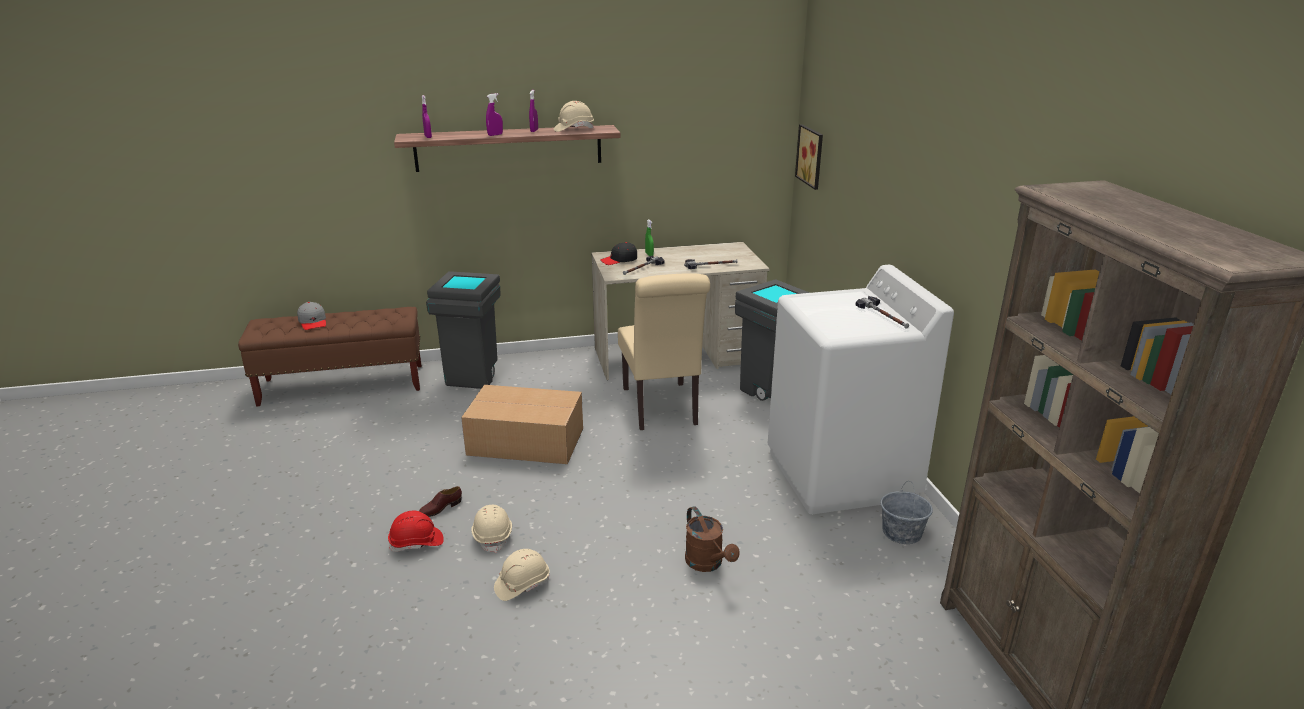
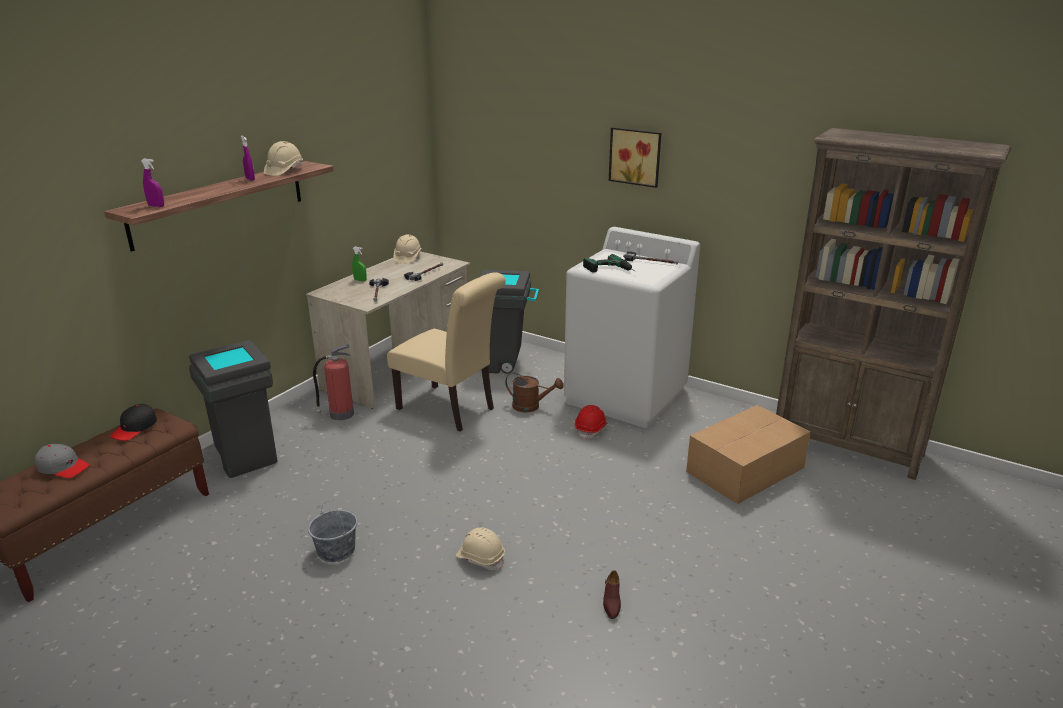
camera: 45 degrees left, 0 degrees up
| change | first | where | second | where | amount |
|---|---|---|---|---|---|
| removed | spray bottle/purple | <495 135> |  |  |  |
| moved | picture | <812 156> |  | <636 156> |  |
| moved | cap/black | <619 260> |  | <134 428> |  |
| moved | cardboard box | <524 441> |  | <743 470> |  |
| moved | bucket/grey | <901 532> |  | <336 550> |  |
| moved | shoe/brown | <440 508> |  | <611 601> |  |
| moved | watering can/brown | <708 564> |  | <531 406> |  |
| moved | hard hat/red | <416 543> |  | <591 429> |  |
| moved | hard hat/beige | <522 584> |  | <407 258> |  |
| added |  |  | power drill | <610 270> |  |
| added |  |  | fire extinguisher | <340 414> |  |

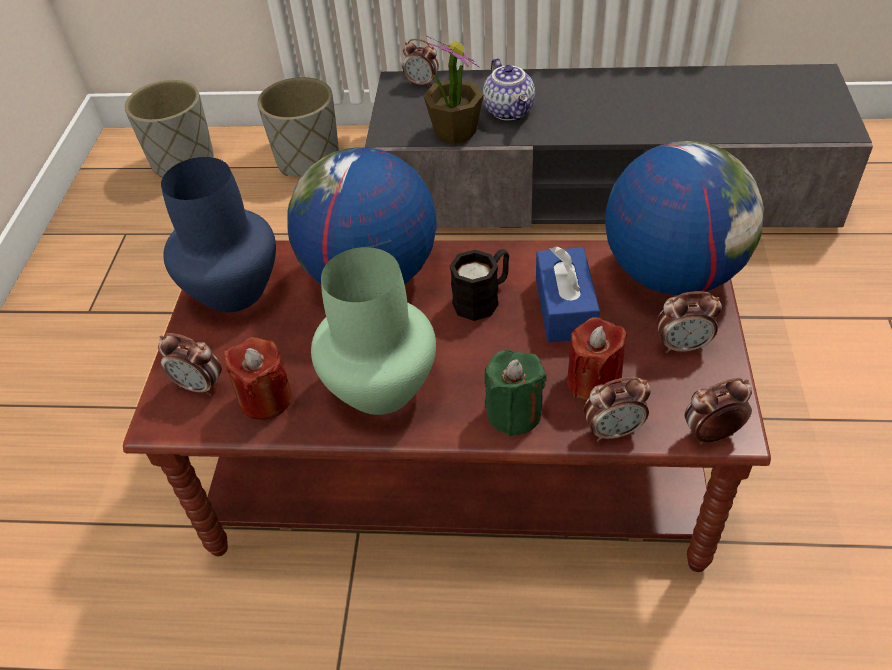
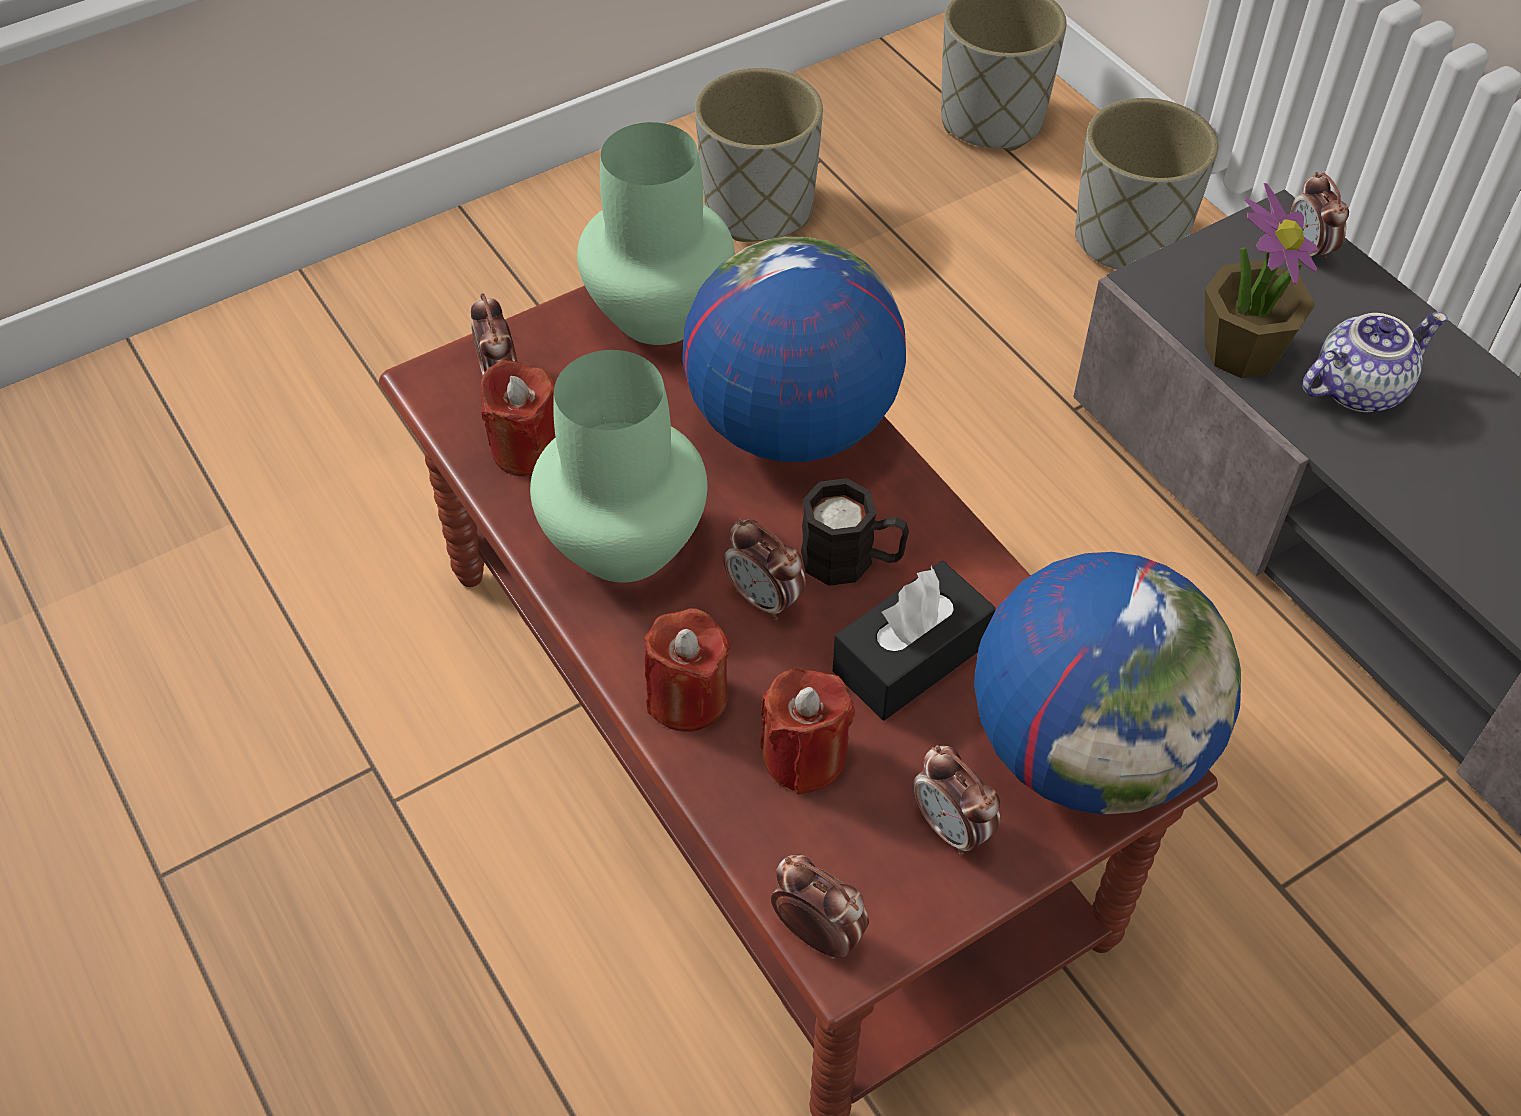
camera: 50 degrees right, 5 degrees up
| change | first | where | second | where | amount |
|---|---|---|---|---|---|
| turned | teapot | <510 111> |  | <1358 387> | 150 degrees counterclockwise |
| recoloured | vase/blue | <233 292> | vase/green | <657 315> |  |
| recoloured | tissue box/blue | <565 308> | tissue box/black | <911 657> |  |
| recoloured | candle/green | <514 413> | candle/red | <687 698> |  |
| moved | alarm clock | <613 431> |  | <765 599> |  |
| added |  |  | planter/grey | <760 209> |  |

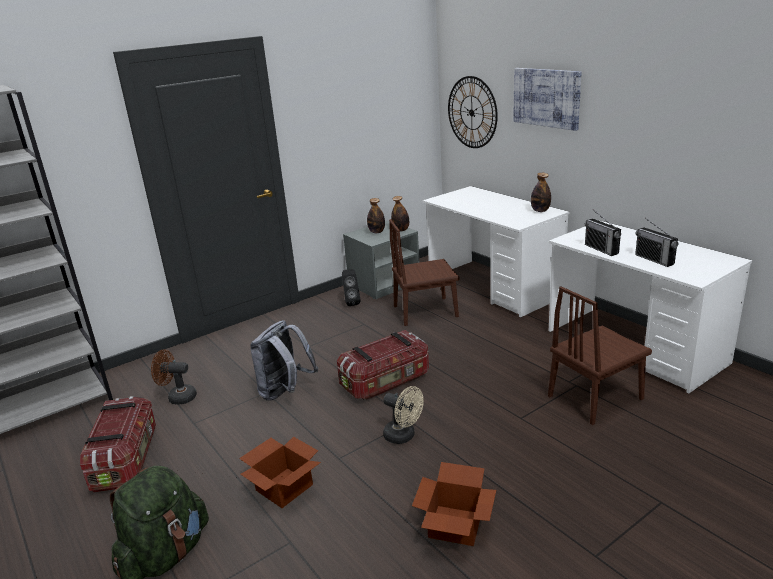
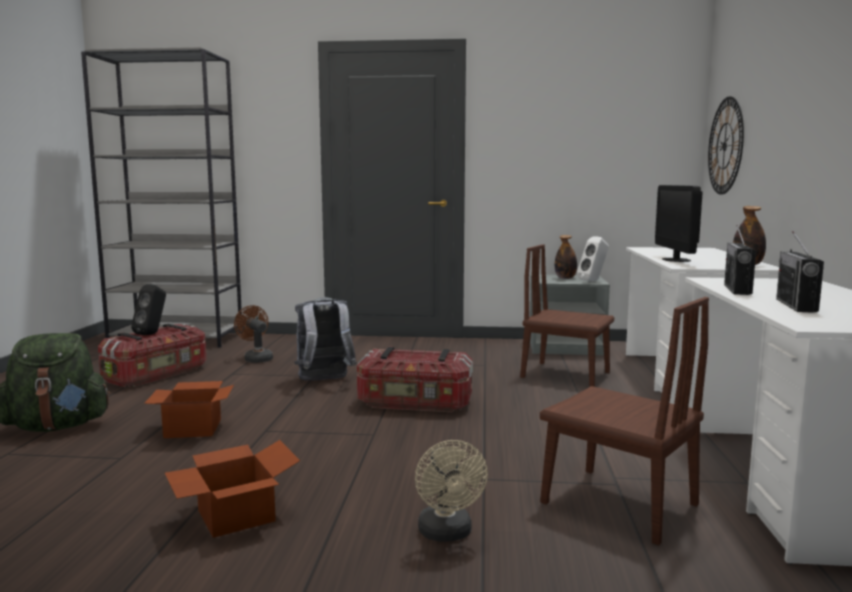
camera: 40 degrees right, 15 degrees down
| change | first | where | second | where | amount |
|---|---|---|---|---|---|
| removed | picture | <546 97> |  |  |  |
| replaced | bottle | <401 230> | speaker/white | <593 281> |  |
| moved | speaker/black | <351 302> |  | <152 334> |  |
| turned | chair/brown | <595 397> |  | <618 503> | 150 degrees counterclockwise |
| moved | fan/beige | <403 436> |  | <447 534> |  |
| added |  |  | monitor | <676 260> |  |

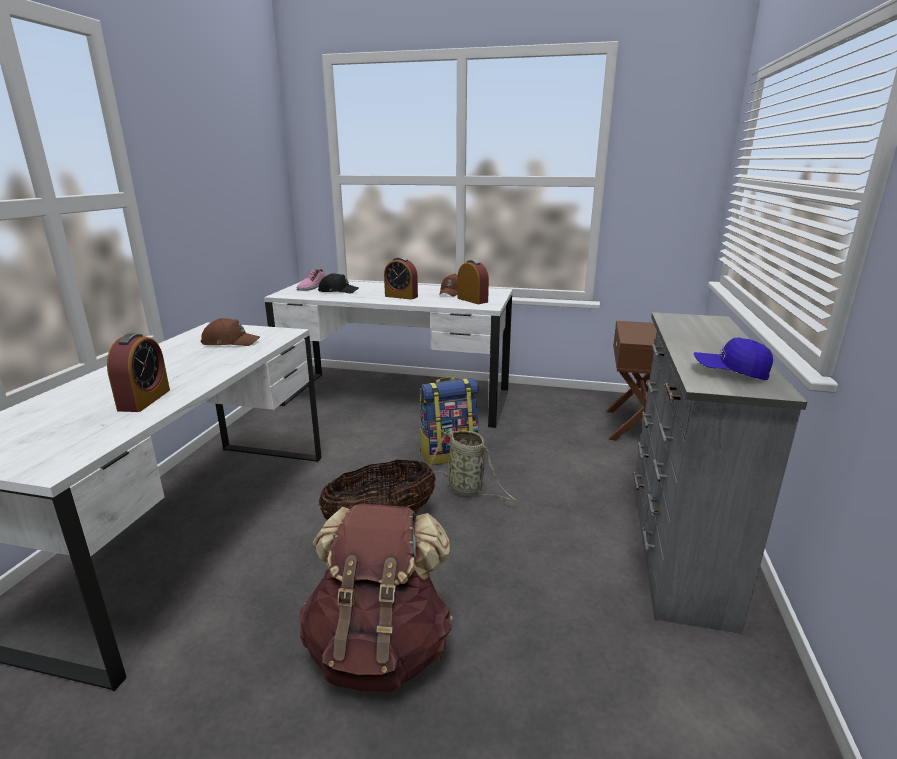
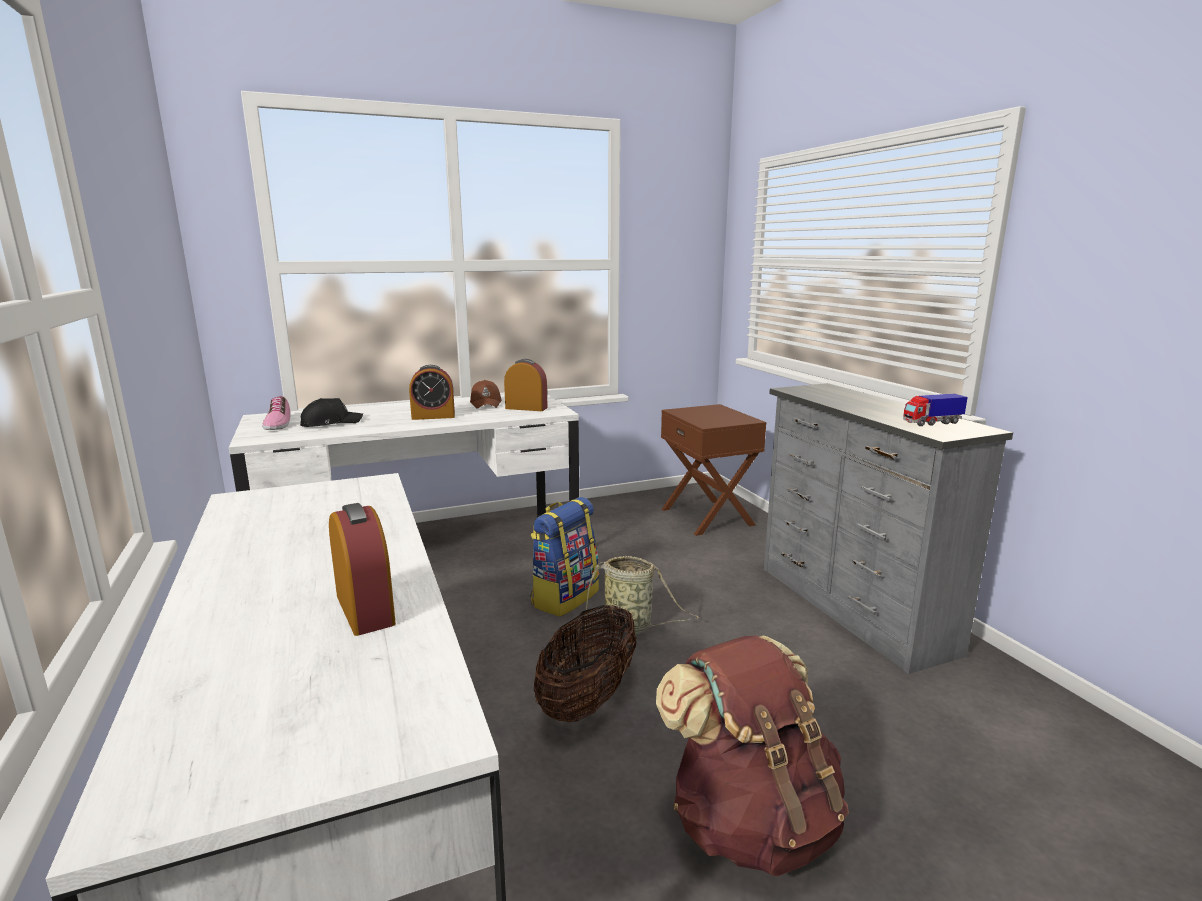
camera: 35 degrees left, 5 degrees down
| change | first | where | second | where | amount |
|---|---|---|---|---|---|
| removed | cap/brown | <230 342> |  |  |  |
| replaced | cap/blue | <730 372> | toy truck | <931 423> |  |

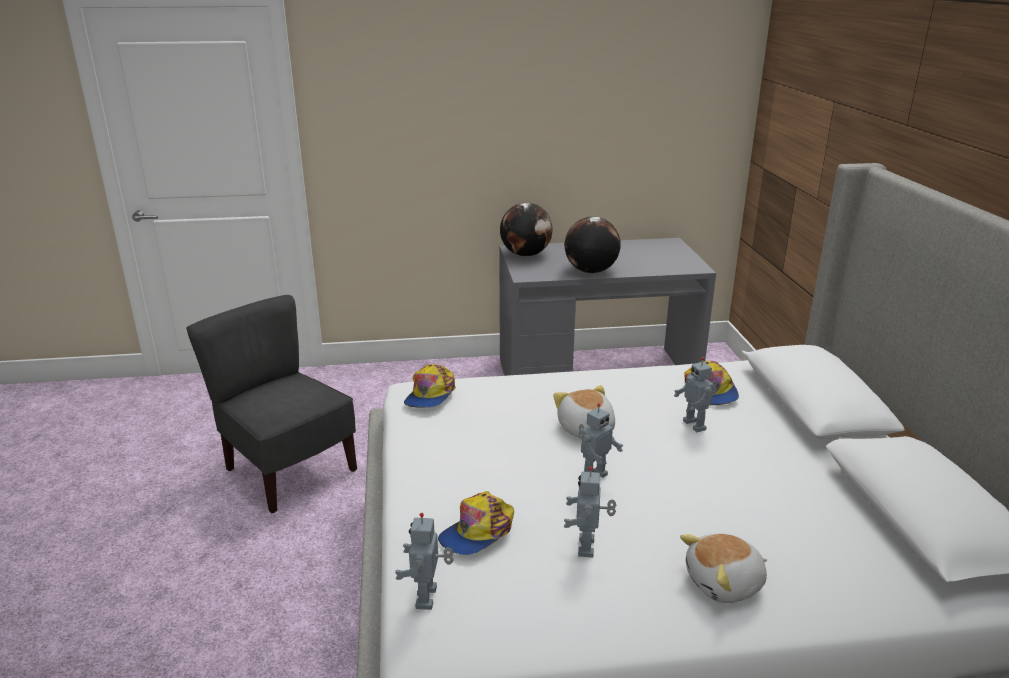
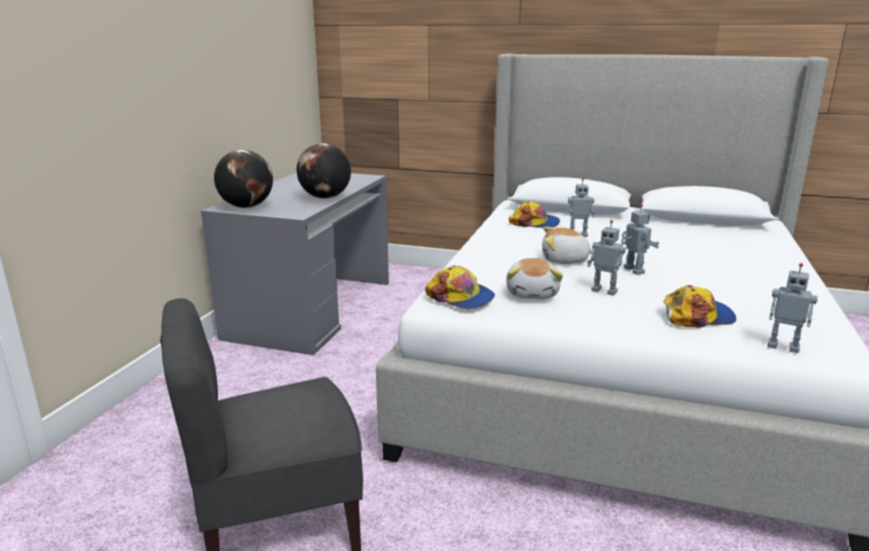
camera: 65 degrees left, 5 degrees down
| change | first | where | second | where | amount |
|---|---|---|---|---|---|
| moved | toy robot | <588 547> |  | <604 291> |  |
| turned | cap | <477 532> |  | <697 316> | 75 degrees counterclockwise |
| moved | plush toy | <725 584> |  | <533 293> |  |

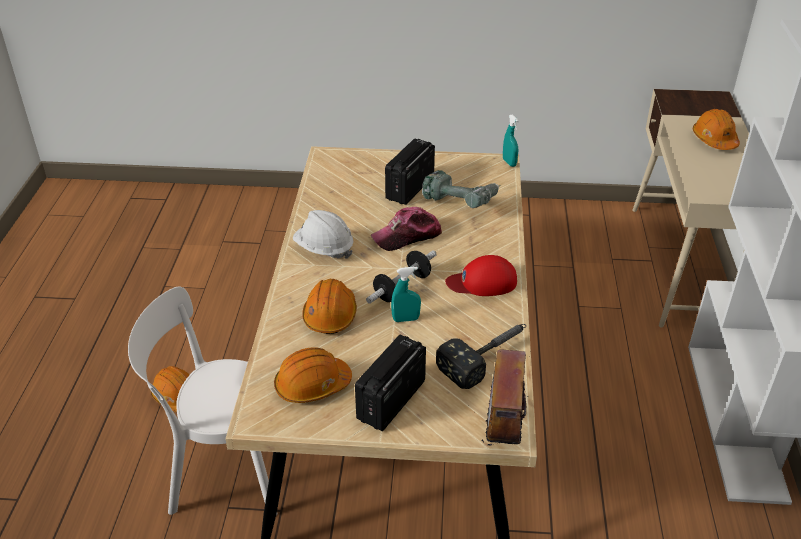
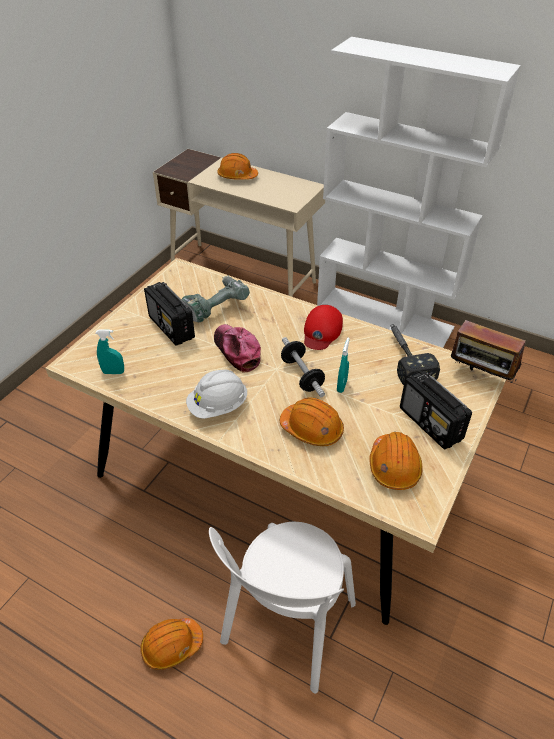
camera: 65 degrees left, 5 degrees up
| change | first | where | second | where | amount |
|---|---|---|---|---|---|
| moved | spray bottle/turquoise | <509 162> |  | <113 372> |  |
| turned | cap | <407 236> |  | <237 351> | 150 degrees clockwise |

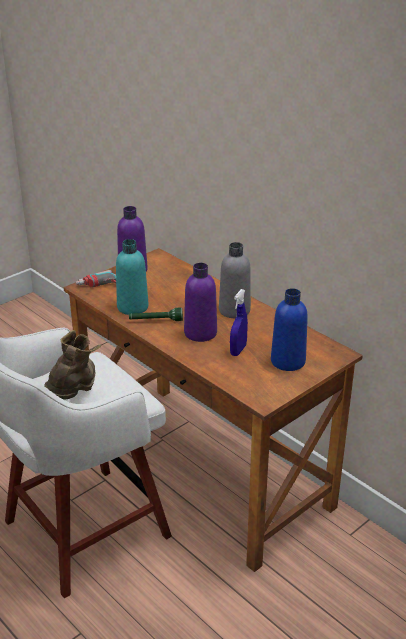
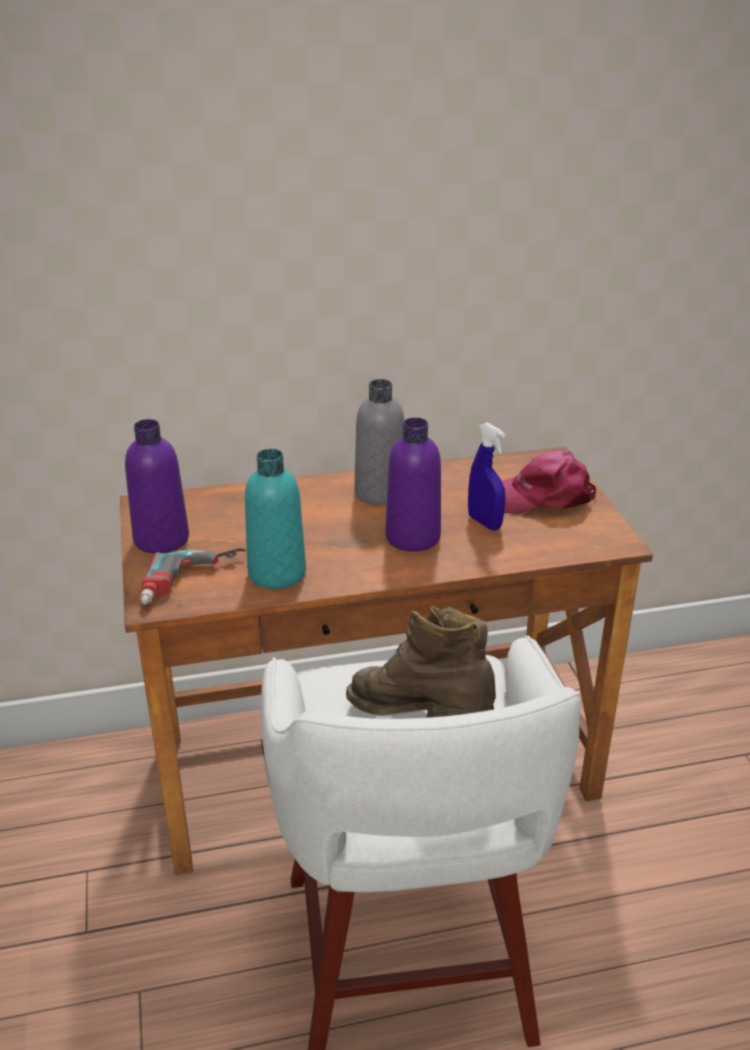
camera: 60 degrees left, 0 degrees up
| change | first | where | second | where | amount |
|---|---|---|---|---|---|
| replaced | bottle/blue | <288 361> | cap/pink | <542 496> |  |
| removed | flashlight/green | <155 321> |  |  |  |

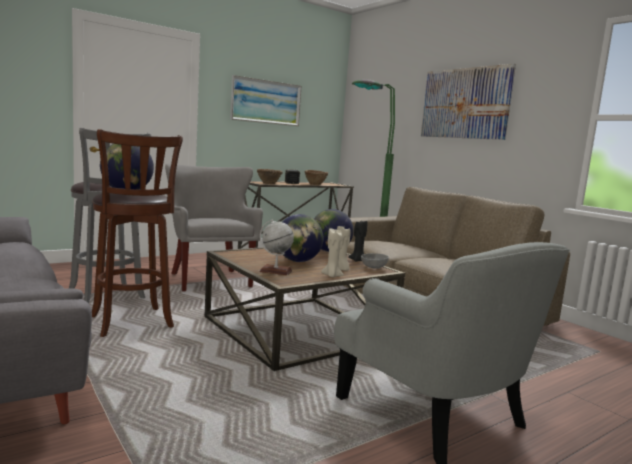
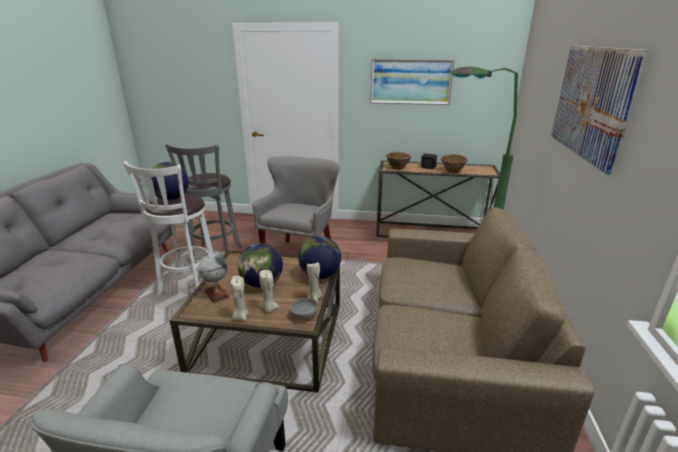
camera: 45 degrees right, 15 degrees up
| change | first | where | second | where | amount |
|---|---|---|---|---|---|
| recoloured | stool/brown | <132 323> | stool/white | <188 288> |  |
| recoloured | candle/black | <357 260> | candle/beige | <314 298> |  |

